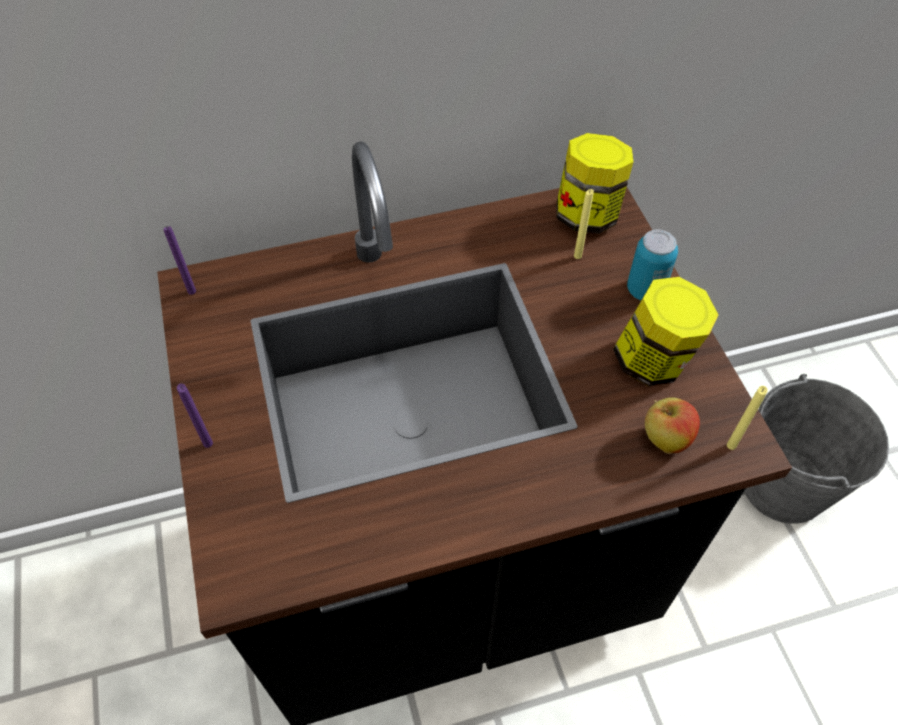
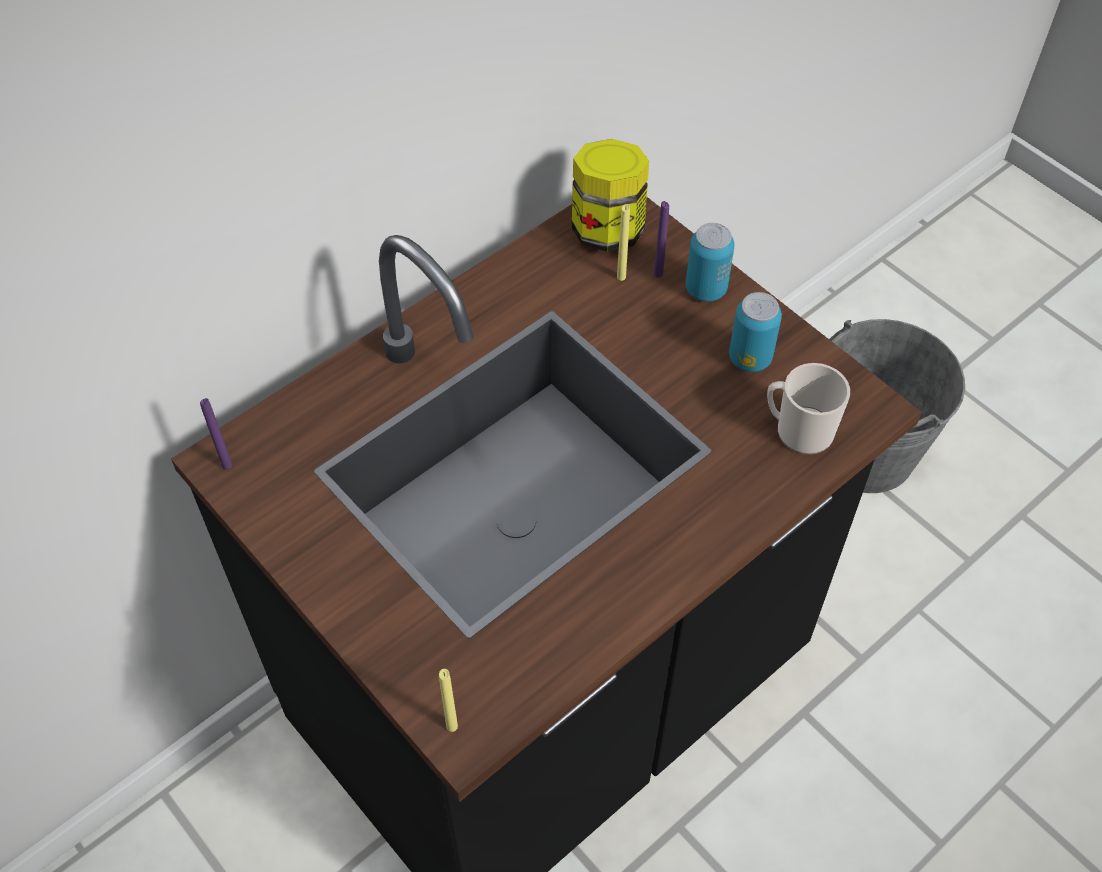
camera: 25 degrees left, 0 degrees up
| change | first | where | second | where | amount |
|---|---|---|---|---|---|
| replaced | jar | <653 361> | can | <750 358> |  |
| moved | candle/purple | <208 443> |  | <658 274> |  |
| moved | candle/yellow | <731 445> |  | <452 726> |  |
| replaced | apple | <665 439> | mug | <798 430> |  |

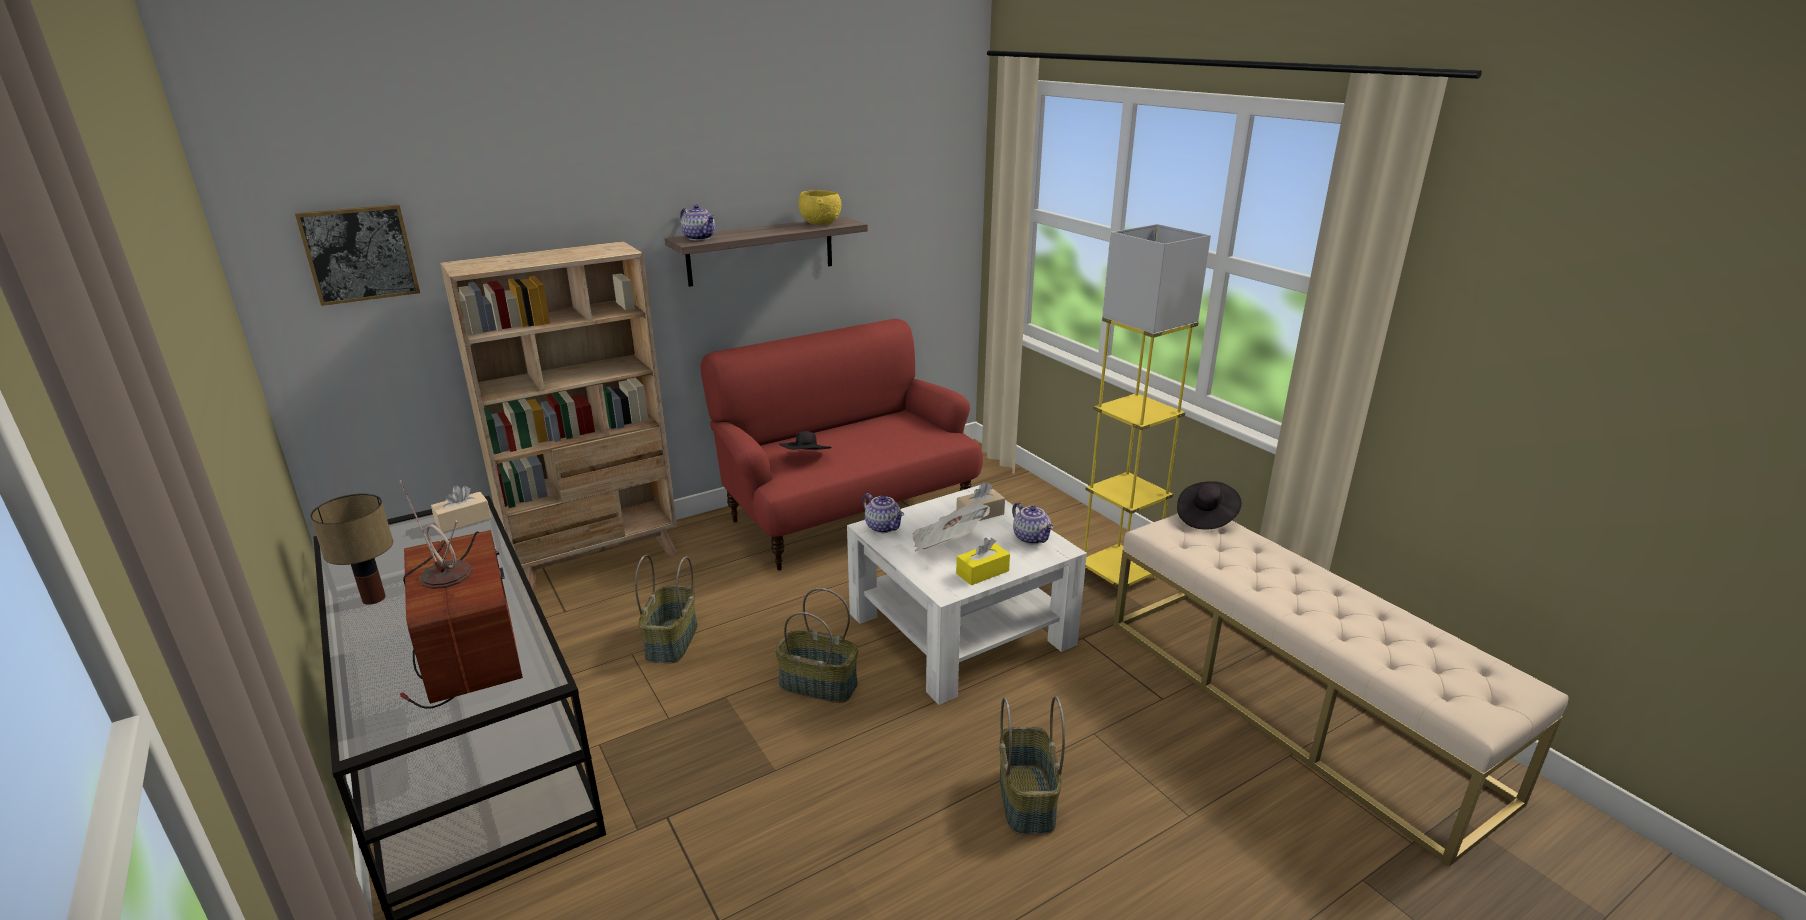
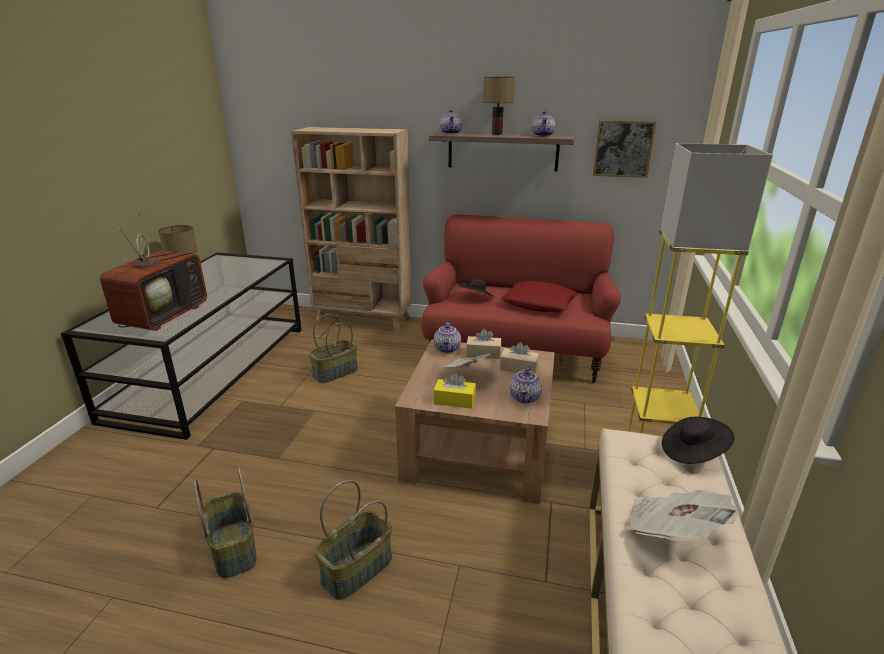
camera: 45 degrees right, 0 degrees up
| change | first | where | second | where | amount |
|---|---|---|---|---|---|
| replaced | bowl/yellow | <820 223> | teapot | <543 135> |  |
| moved | picture | <360 254> |  | <623 149> |  |
| moved | tissue box/beige | <463 520> |  | <483 354> |  |
| recoloured | coffee table/white | <960 629> | coffee table/brown | <479 448> |  |
| moved | basket | <817 685> |  | <232 548> |  |
| added |  |  | table lamp | <497 134> |  |
| added |  |  | pillow/red | <539 303> |  |
| added |  |  | newspaper | <671 531> |  |

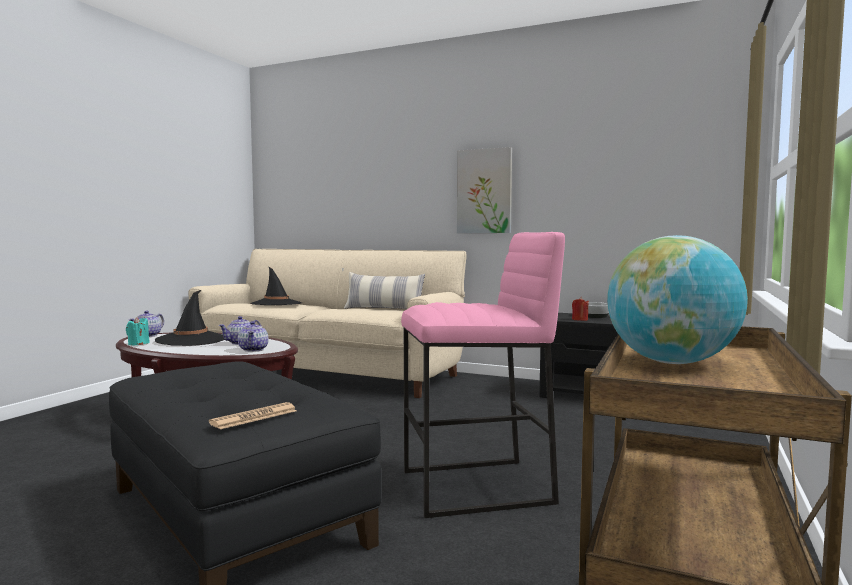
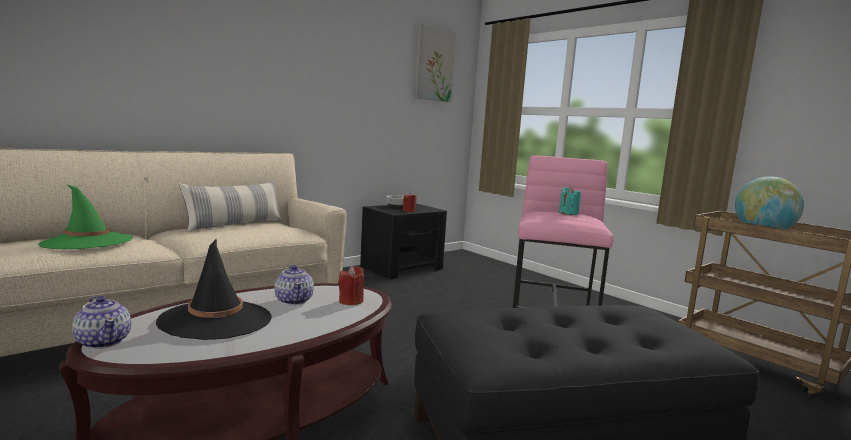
camera: 65 degrees left, 5 degrees up
| change | first | where | second | where | amount |
|---|---|---|---|---|---|
| moved | picture | <484 191> |  | <433 64> |  |
| recoloured | hat/black | <276 304> | hat/green | <87 242> |  |
| moved | candle/turquoise | <138 344> |  | <568 213> |  |
| replaced | teapot | <253 349> | candle/red | <351 301> |  |
| removed | newspaper | <254 417> |  |  |  |

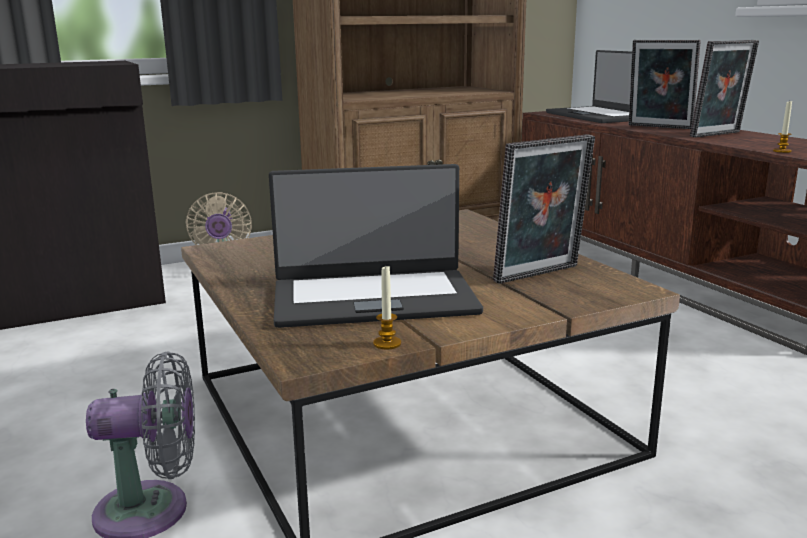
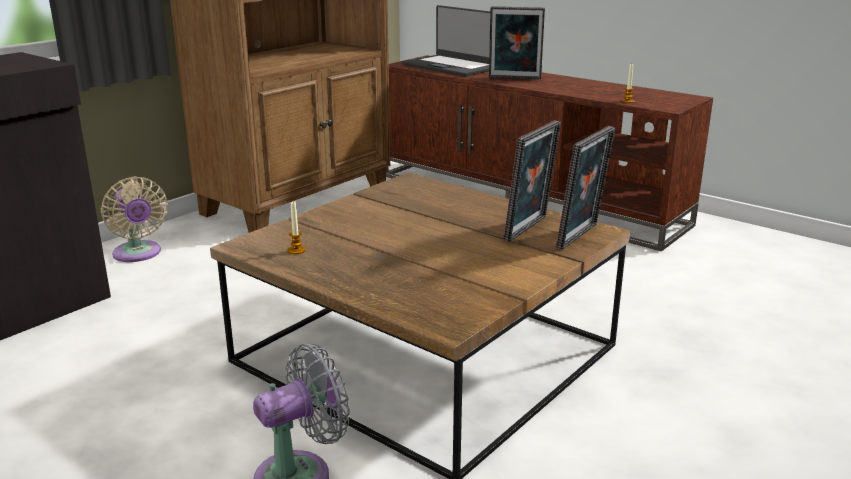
camera: 25 degrees left, 5 degrees up
| change | first | where | second | where | amount |
|---|---|---|---|---|---|
| moved | picture frame | <718 135> |  | <581 237> |  |
| removed | laptop | <373 298> |  |  |  |
| moved | candle | <387 343> |  | <296 250> |  |

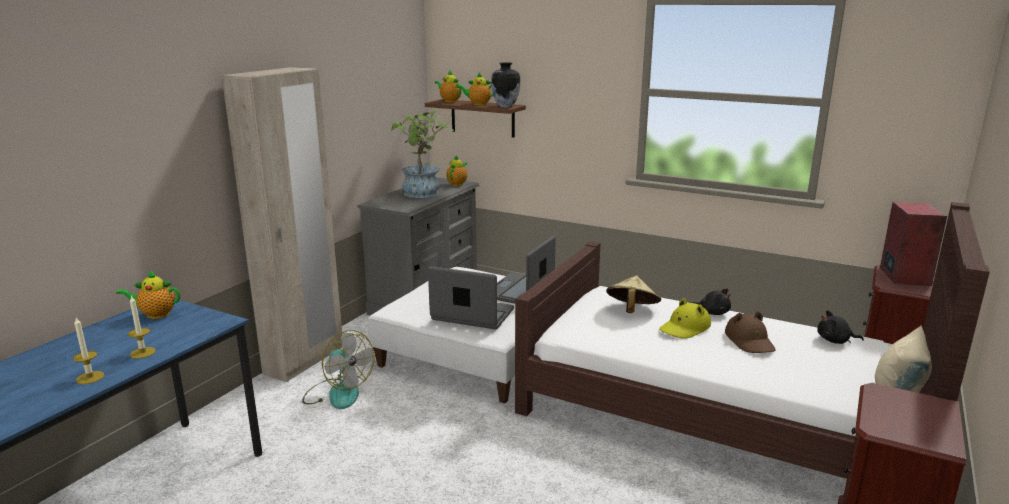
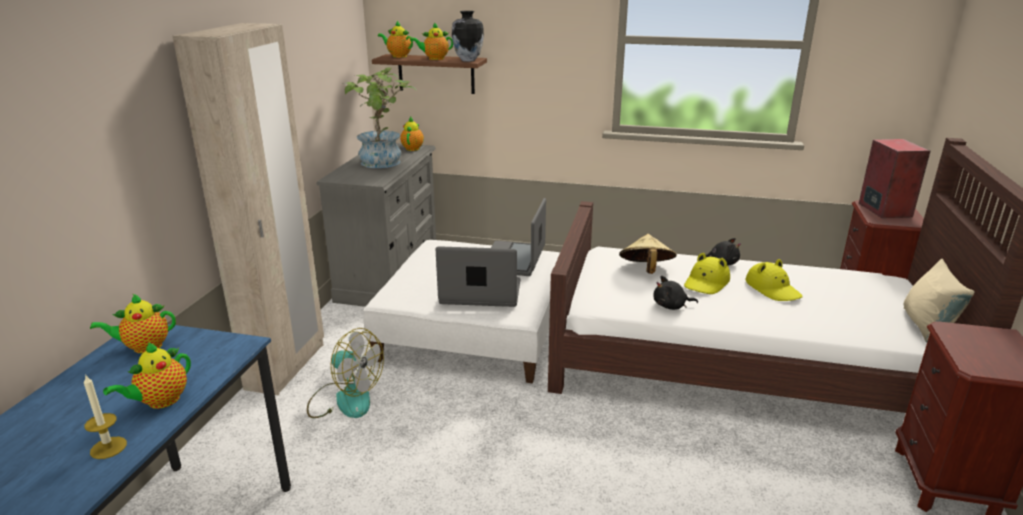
camera: 15 degrees left, 5 degrees up
| change | first | where | second | where | amount |
|---|---|---|---|---|---|
| replaced | candle | <142 352> | teapot | <160 401> |  |
| moved | plush toy/black | <835 341> |  | <671 306> |  |
| recoloured | hat/brown | <750 341> | hat/yellow | <773 289> |  |

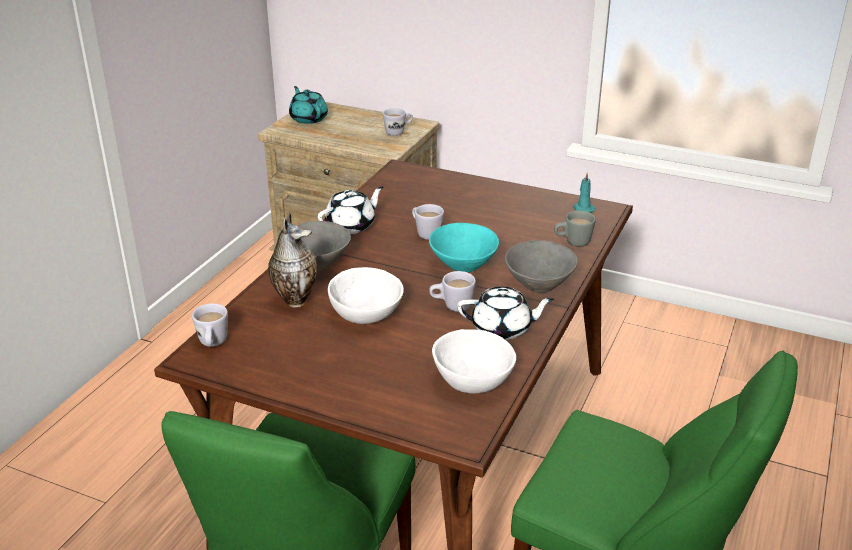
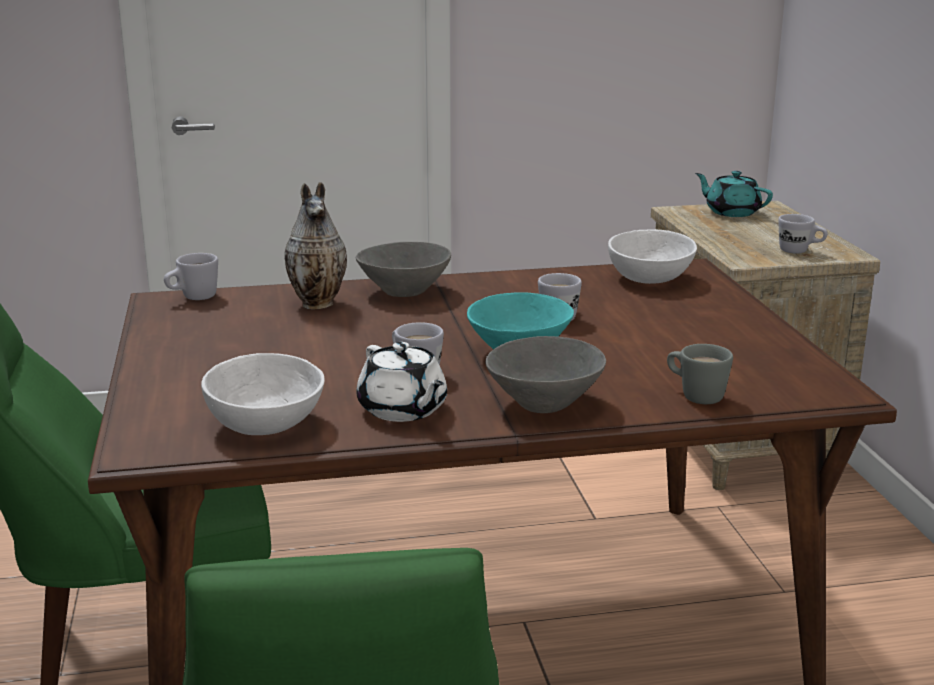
camera: 55 degrees right, 10 degrees down
| change | first | where | second | where | amount |
|---|---|---|---|---|---|
| turned | teapot/turquoise | <308 118> |  | <731 212> | 75 degrees counterclockwise |
| removed | candle/turquoise | <583 208> |  |  |  |
| removed | teapot/white | <351 225> |  |  |  |
| moved | bowl/white | <364 313> |  | <649 278> |  |

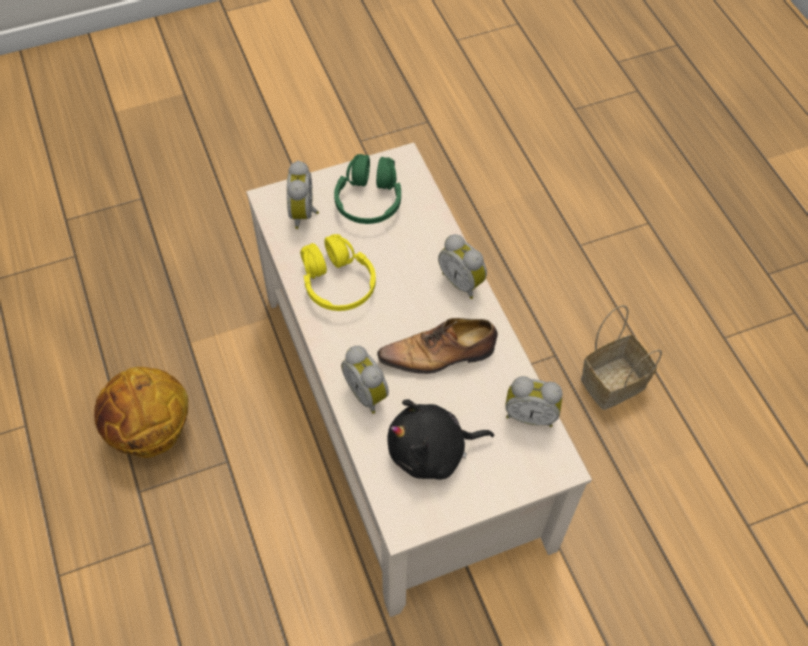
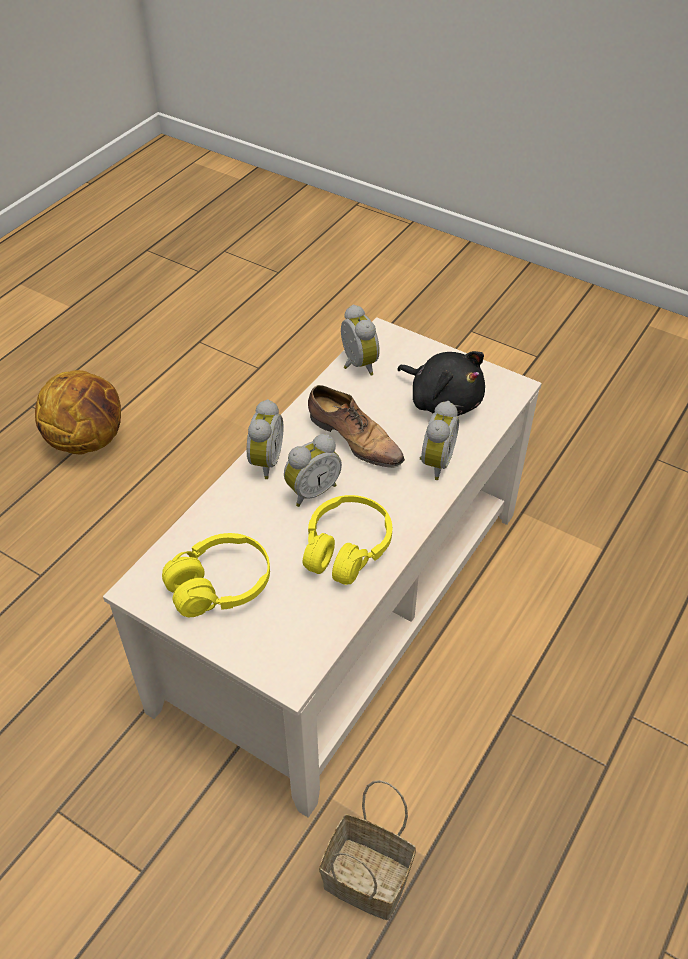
camera: 125 degrees left, 10 degrees down
| change | first | where | second | where | amount |
|---|---|---|---|---|---|
| recoloured | headphones/green | <369 200> | headphones/yellow | <220 585> |  |
| moved | alarm clock | <305 213> |  | <311 490> |  |
| moved | basket | <612 385> |  | <370 878> |  |
| moved | basketball | <151 432> |  | <88 440> |  |

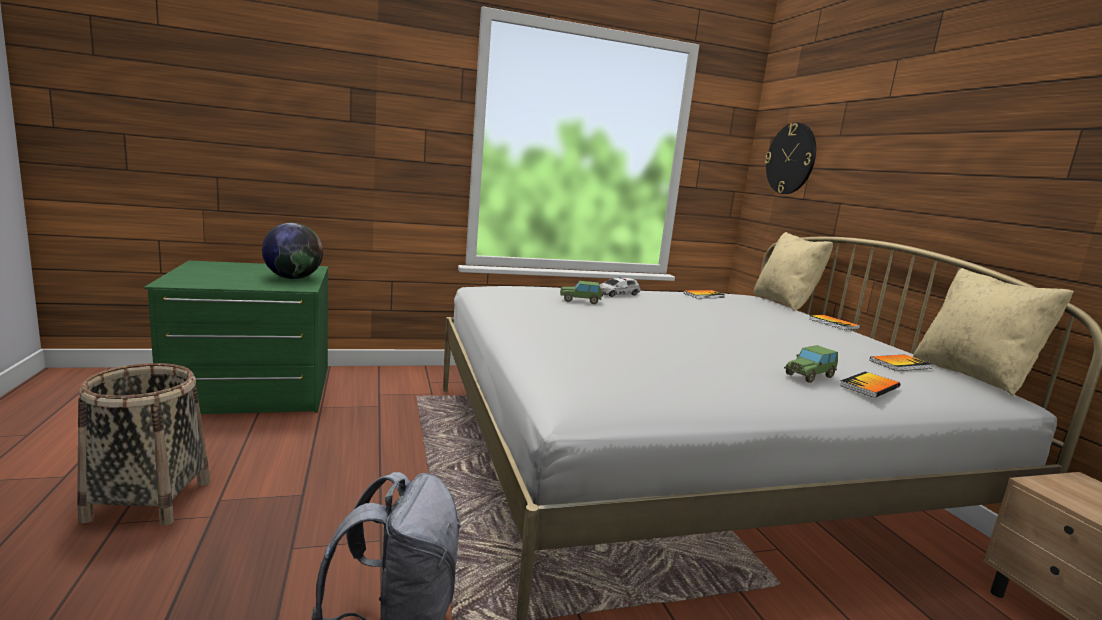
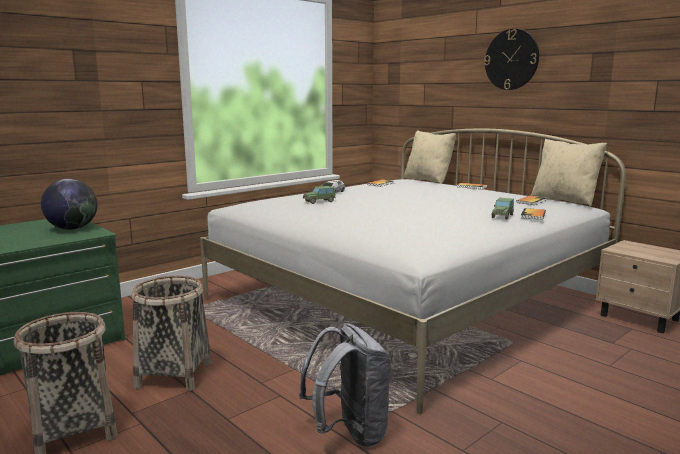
camera: 25 degrees left, 0 degrees up
| change | first | where | second | where | amount |
|---|---|---|---|---|---|
| moved | wall clock | <791 158> |  | <511 59> |  |
| added |  |  | basket | <174 374> |  |

